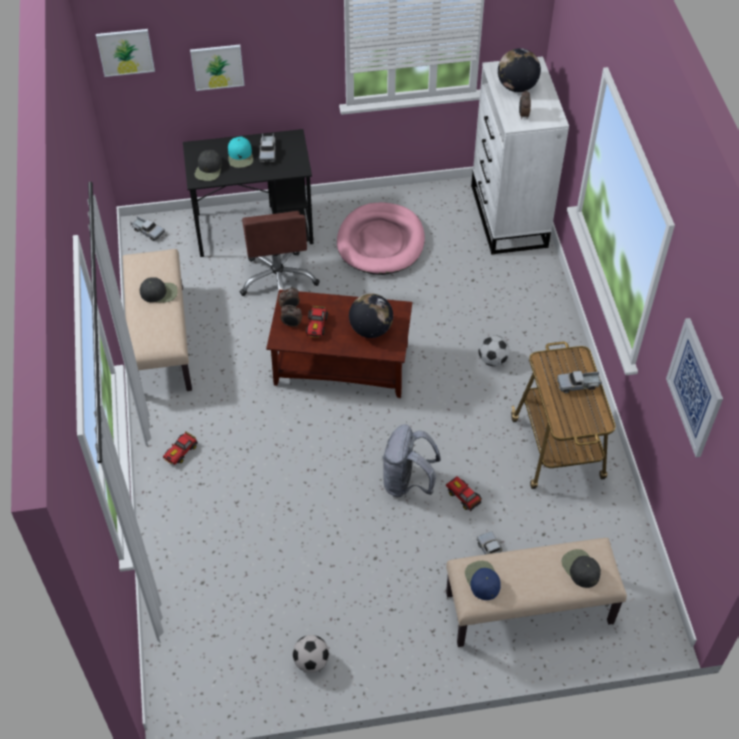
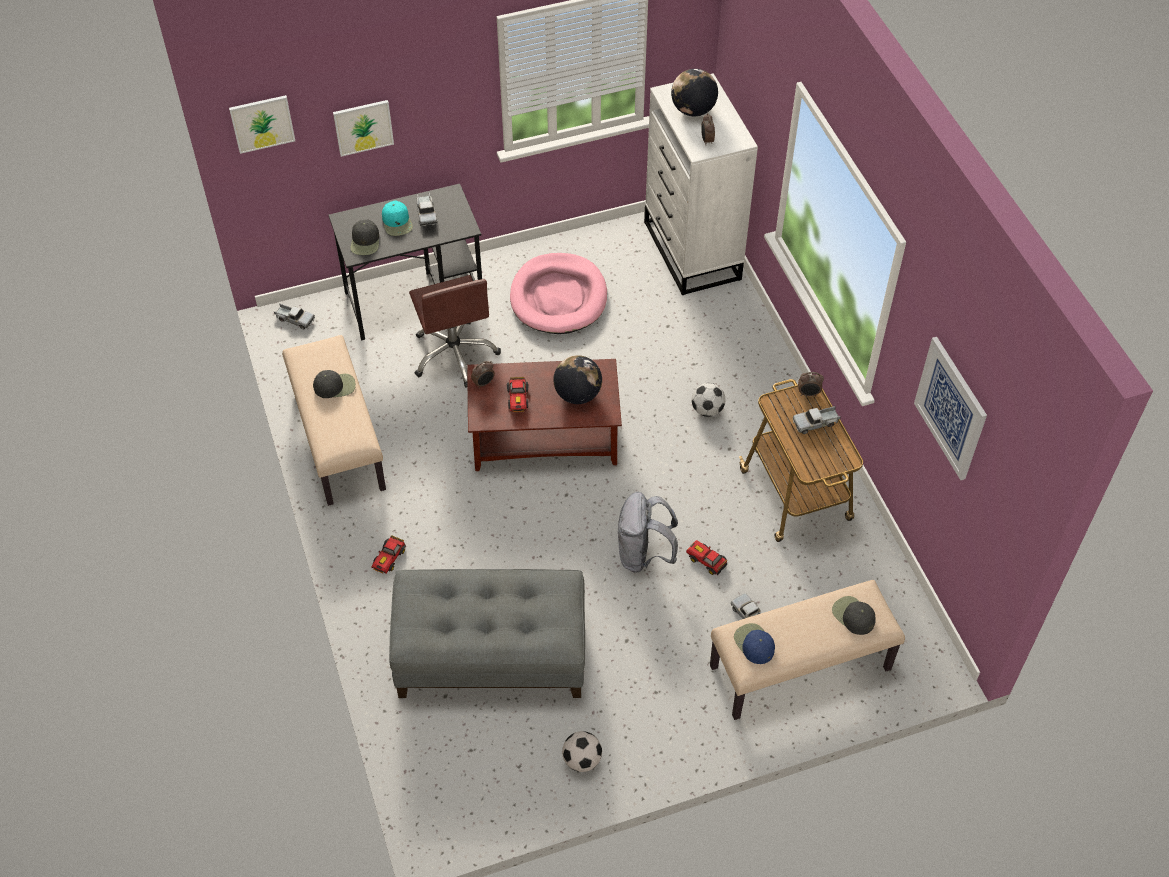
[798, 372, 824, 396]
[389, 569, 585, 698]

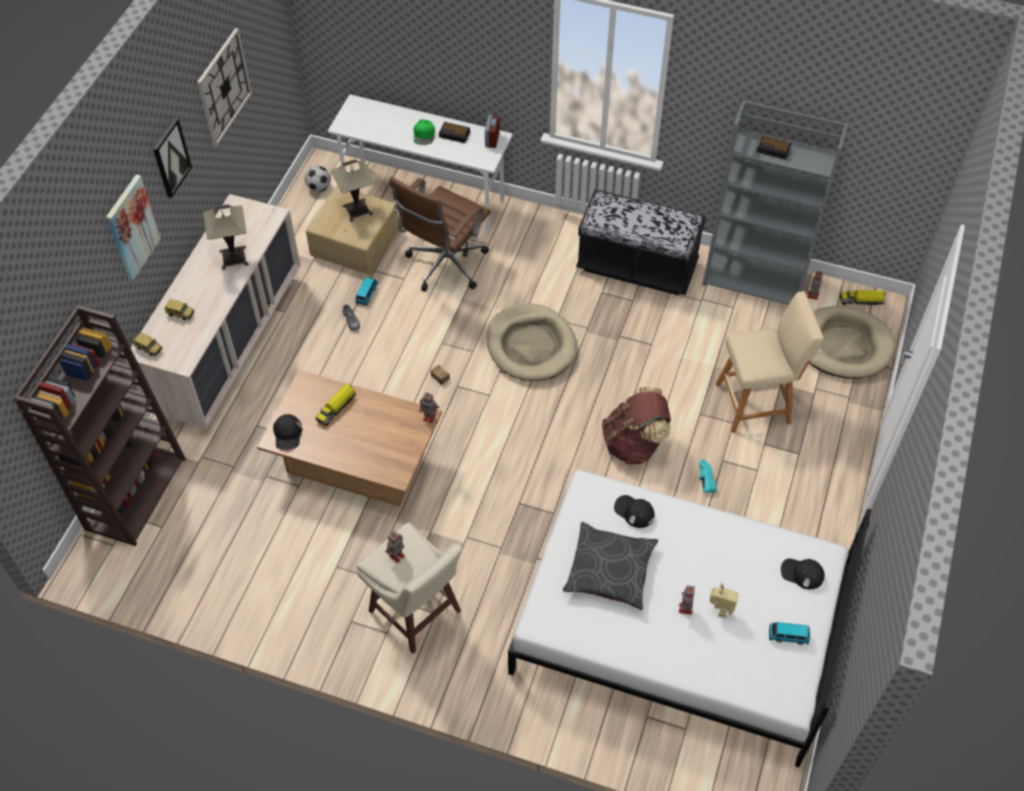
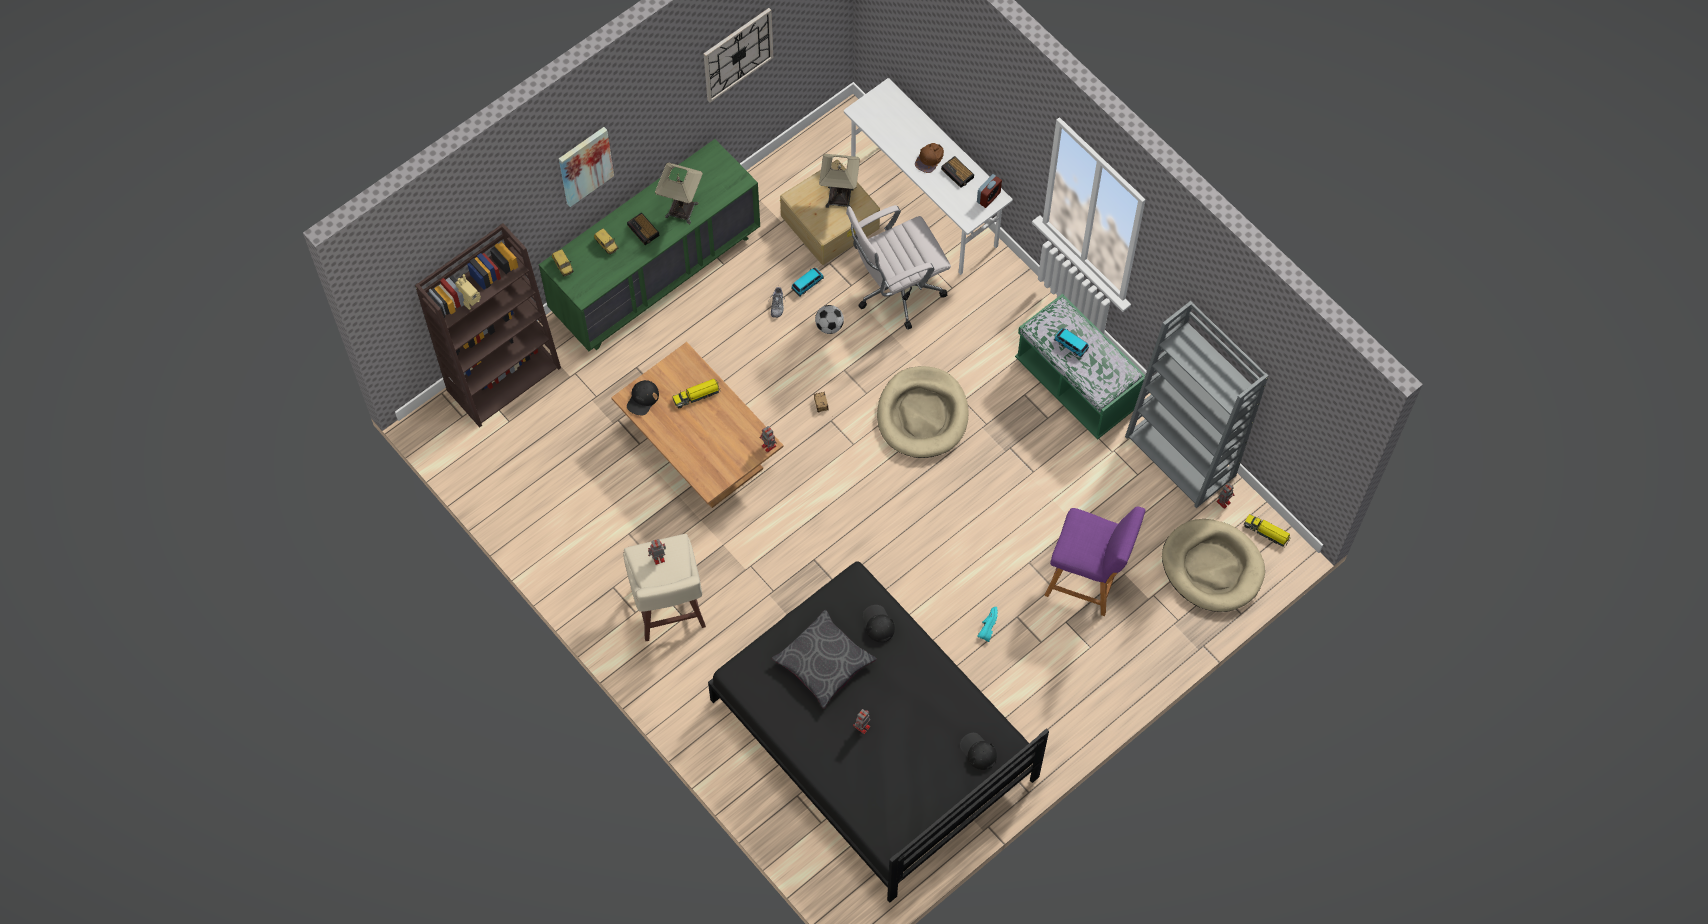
[539, 139, 760, 351]
[153, 118, 192, 198] (first image)
[815, 305, 844, 334]
[846, 205, 951, 330]
[915, 143, 944, 173]
[708, 562, 1049, 903]
[1015, 294, 1145, 440]
[602, 387, 671, 464] (first image)
[455, 274, 481, 310]
[1044, 506, 1146, 616]
[627, 213, 660, 245]
[1054, 328, 1089, 358]

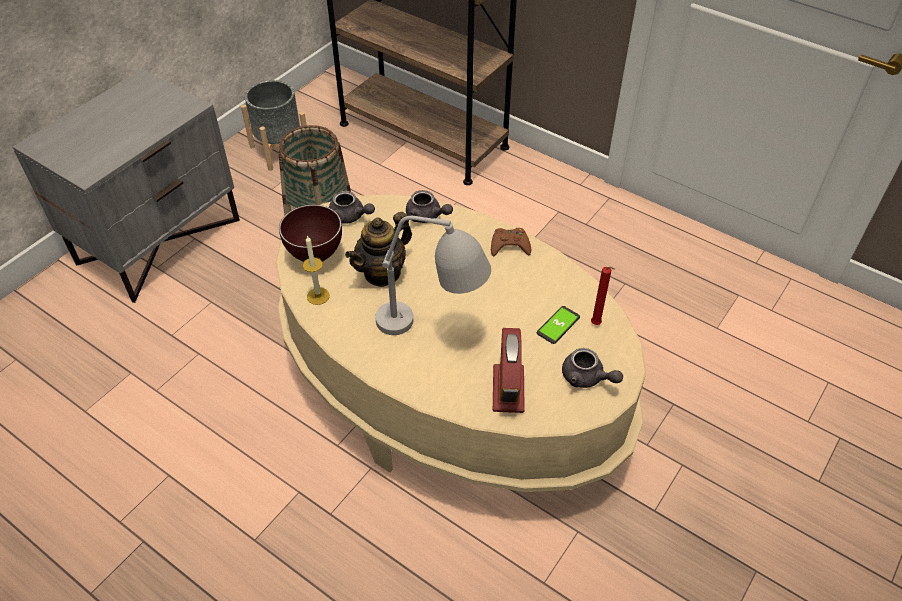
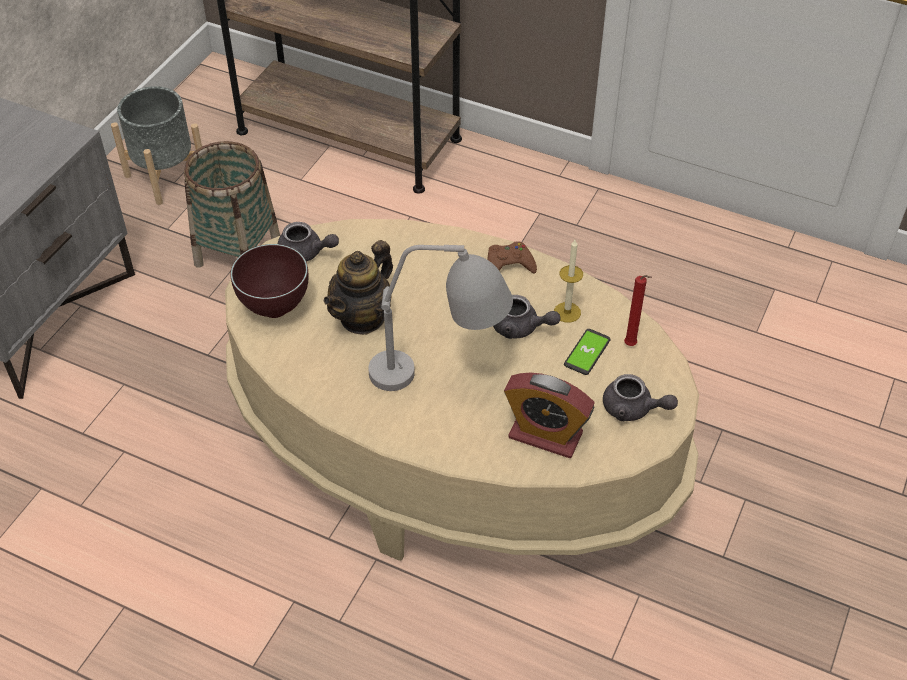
[554, 240, 583, 323]
[493, 295, 560, 339]
[504, 373, 595, 458]

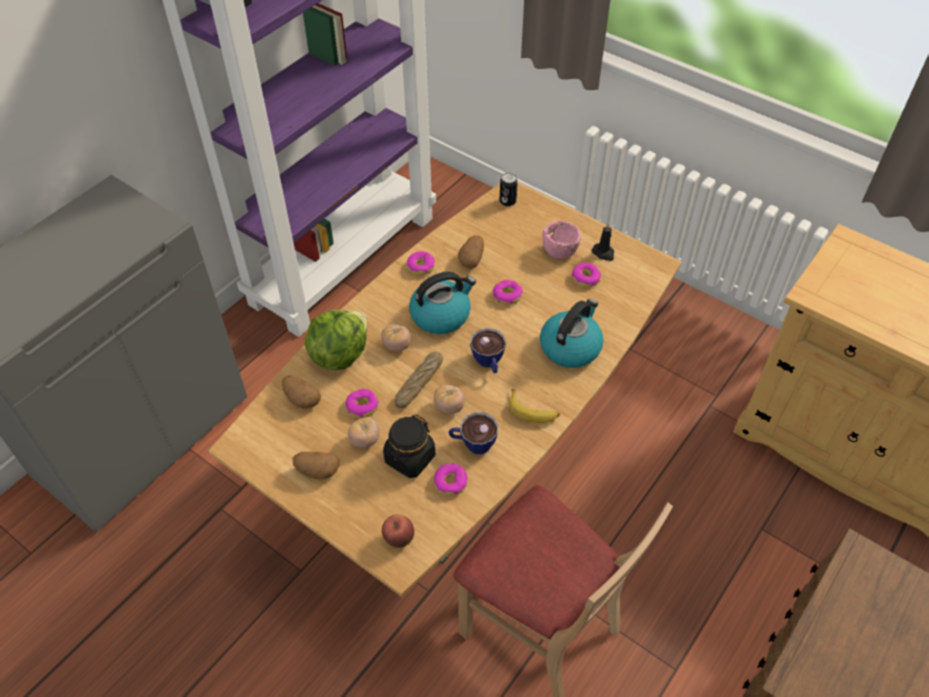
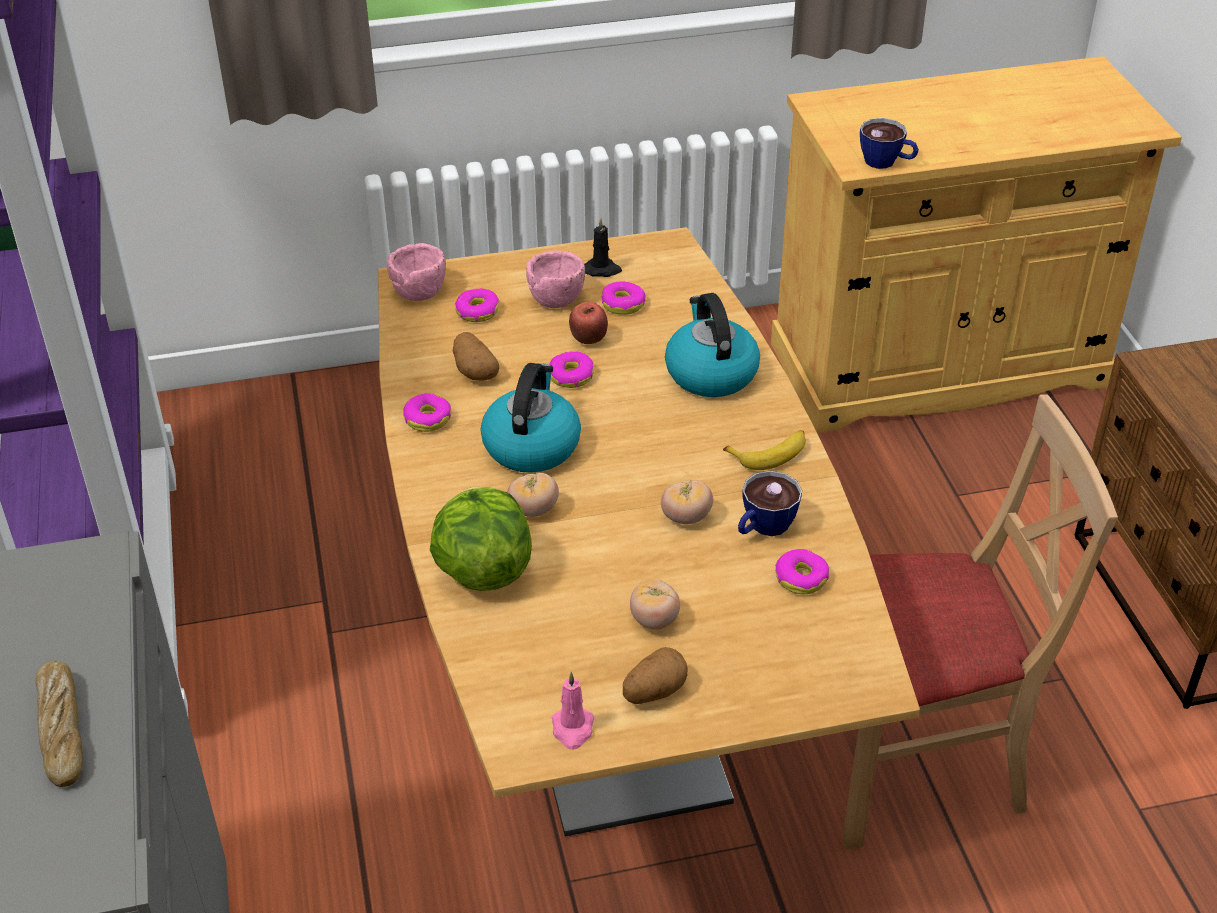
[282, 376, 321, 409] (first image)
[455, 289, 499, 322]
[569, 302, 608, 344]
[383, 415, 435, 478] (first image)
[35, 661, 82, 787]
[860, 118, 919, 169]
[387, 243, 446, 301]
[552, 672, 594, 750]

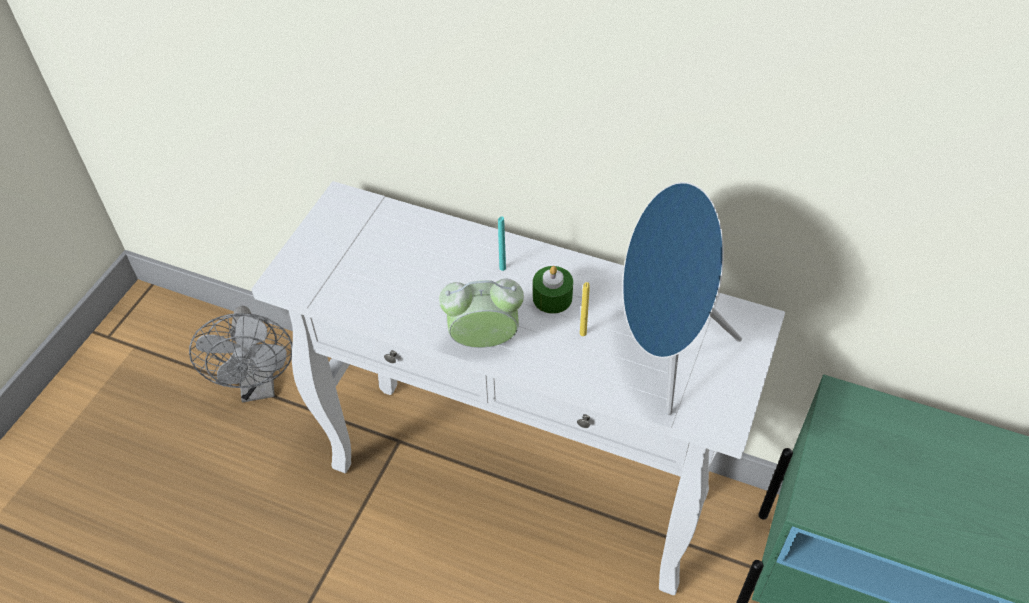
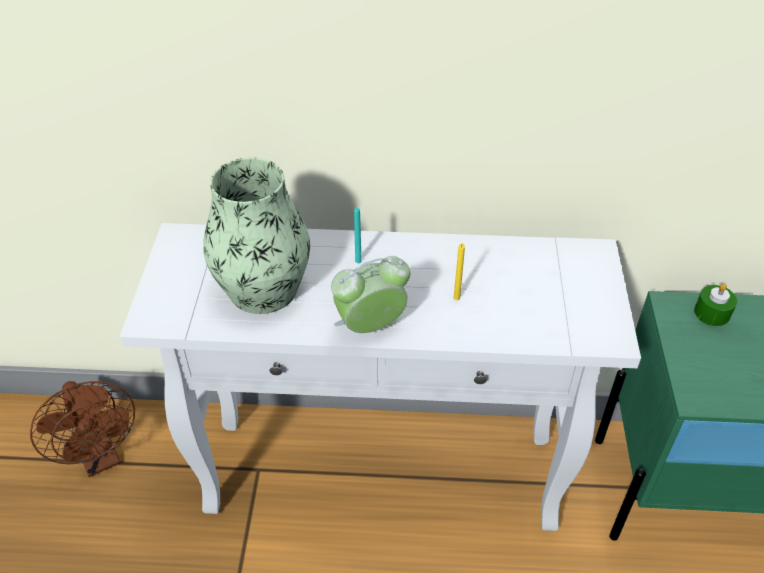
[30, 381, 135, 477]
[694, 283, 737, 326]
[623, 182, 742, 415] (first image)
[203, 157, 310, 314]

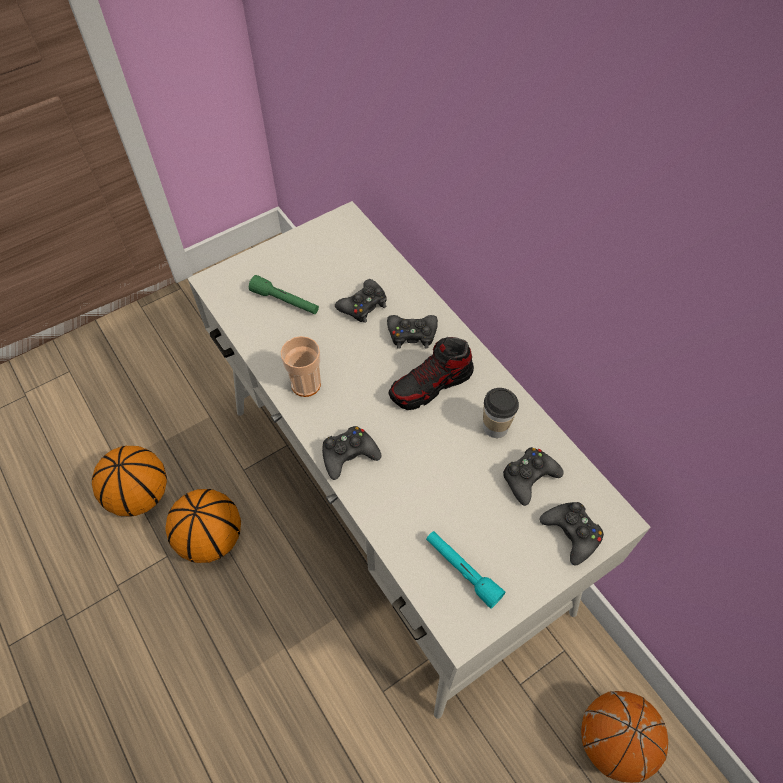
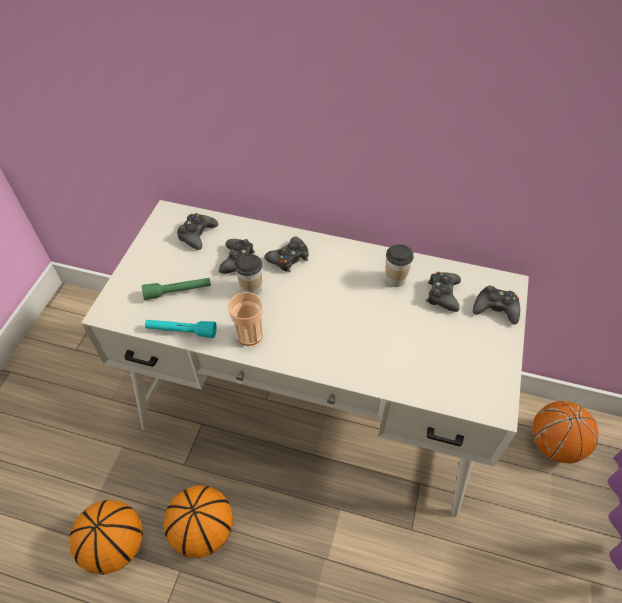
[177, 213, 218, 250]
[389, 337, 474, 410] (first image)
[145, 320, 217, 338]
[235, 254, 262, 295]

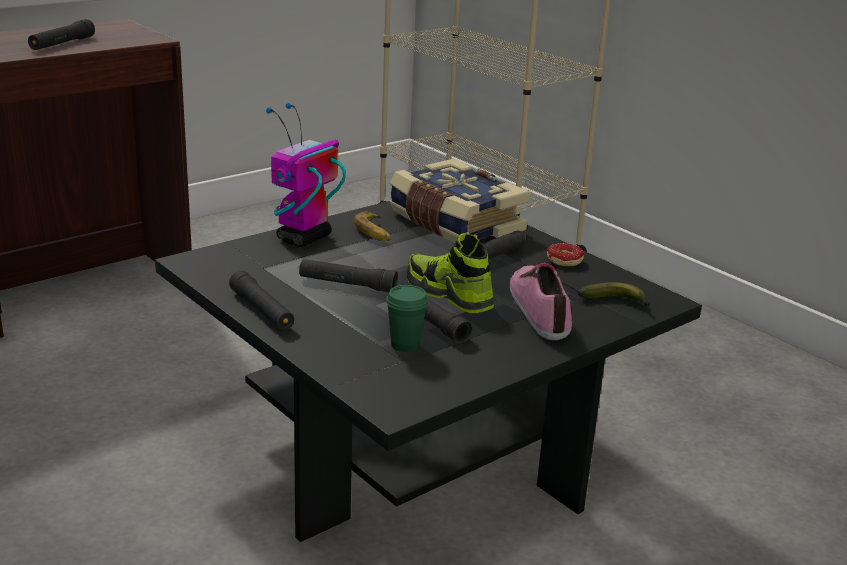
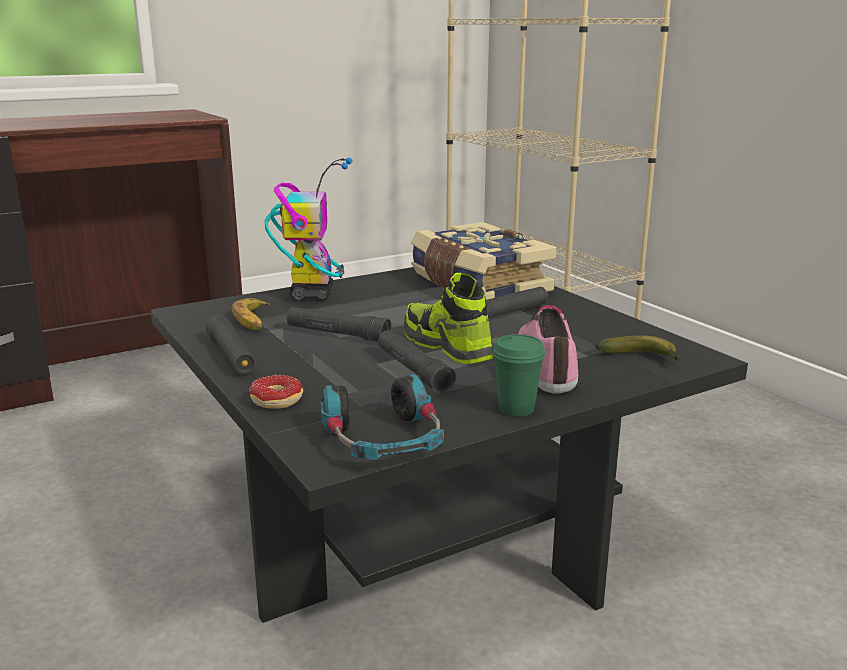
[28, 19, 95, 50] (first image)
[264, 158, 352, 302]
[232, 298, 270, 330]
[492, 334, 545, 417]
[249, 375, 303, 409]
[320, 374, 444, 460]

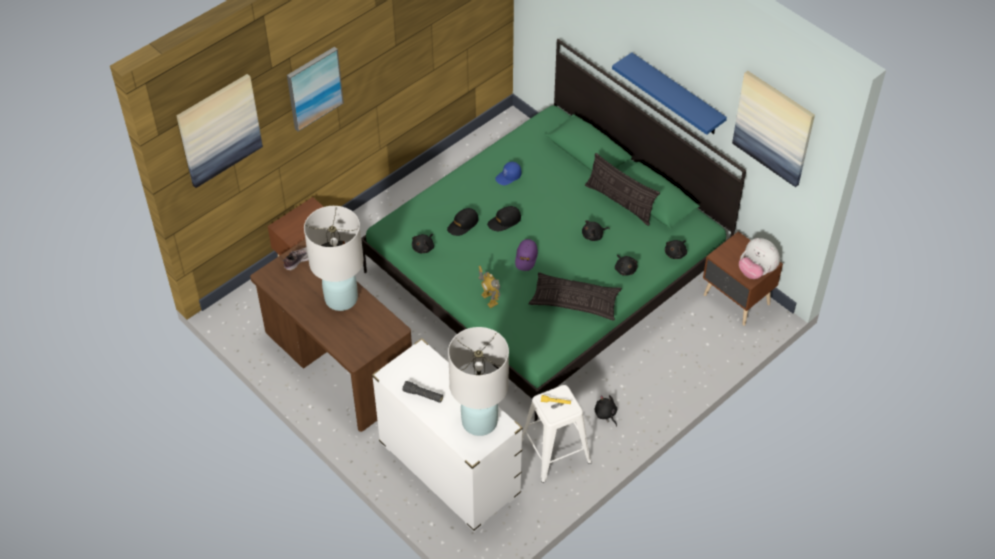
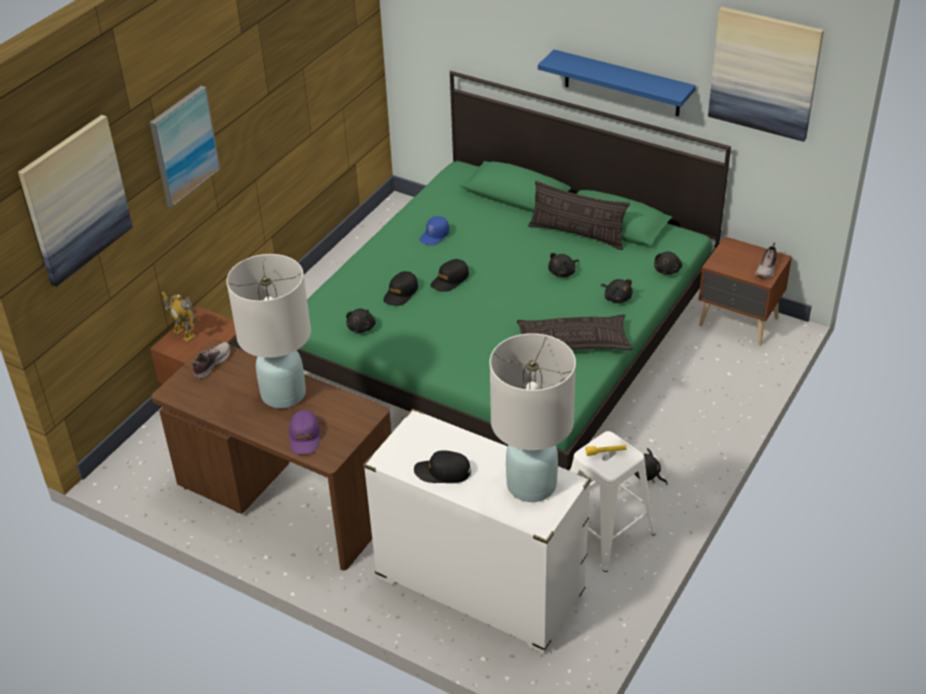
[414, 450, 471, 483]
[162, 291, 196, 342]
[289, 410, 320, 454]
[755, 243, 777, 279]

